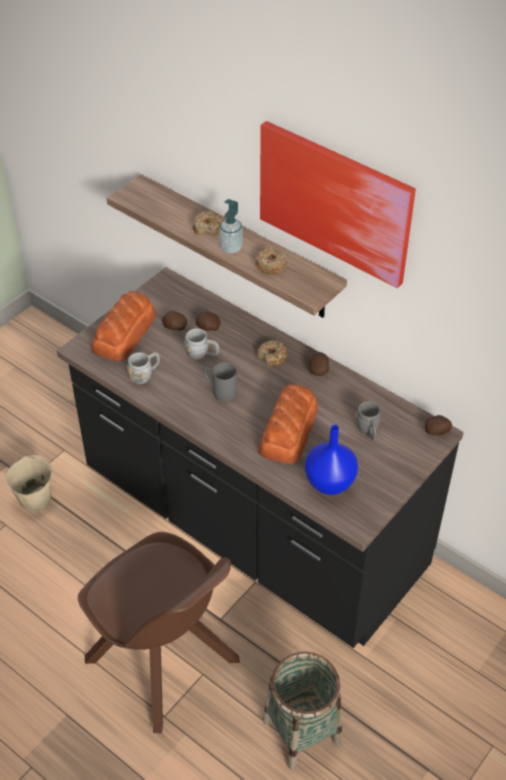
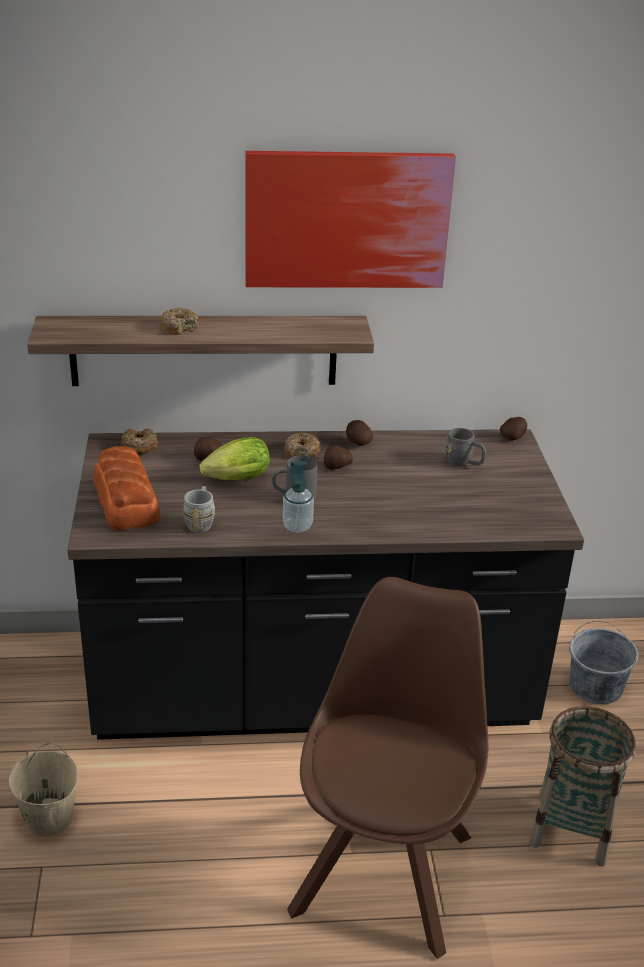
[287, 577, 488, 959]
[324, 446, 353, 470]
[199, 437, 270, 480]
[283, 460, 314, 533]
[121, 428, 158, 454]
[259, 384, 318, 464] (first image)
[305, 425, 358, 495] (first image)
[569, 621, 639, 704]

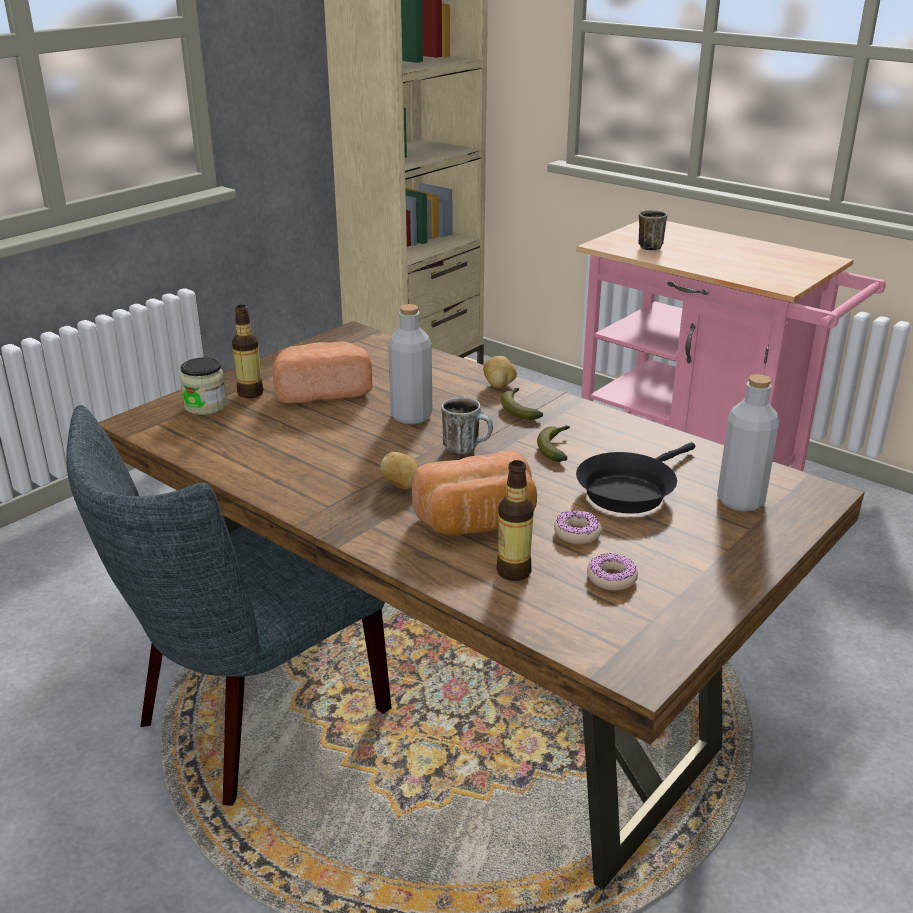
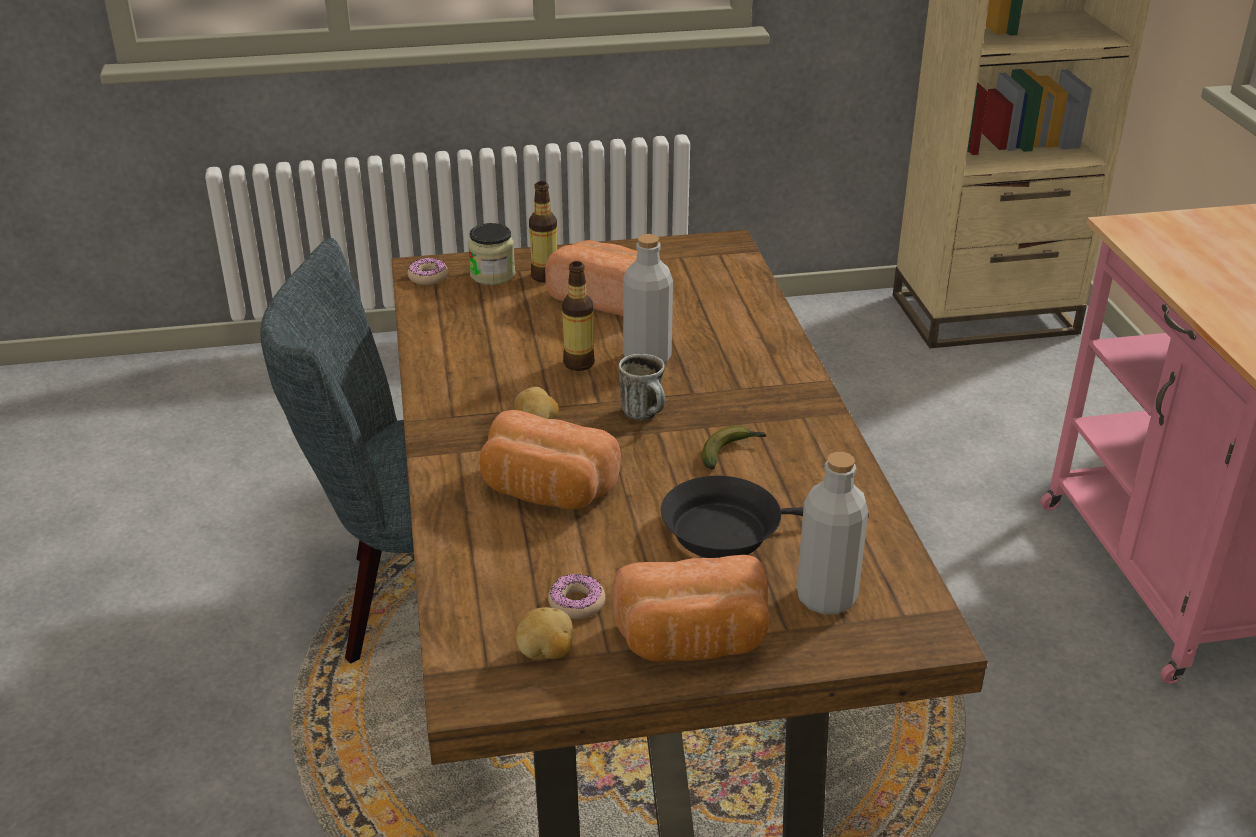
[516, 607, 573, 660]
[562, 261, 595, 371]
[501, 388, 543, 420] (first image)
[407, 258, 448, 285]
[638, 210, 667, 250] (first image)
[613, 555, 769, 662]

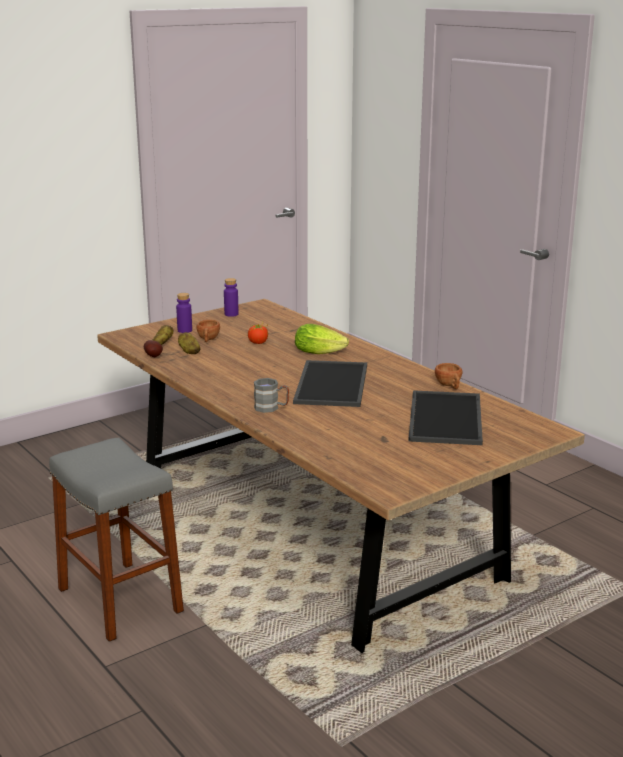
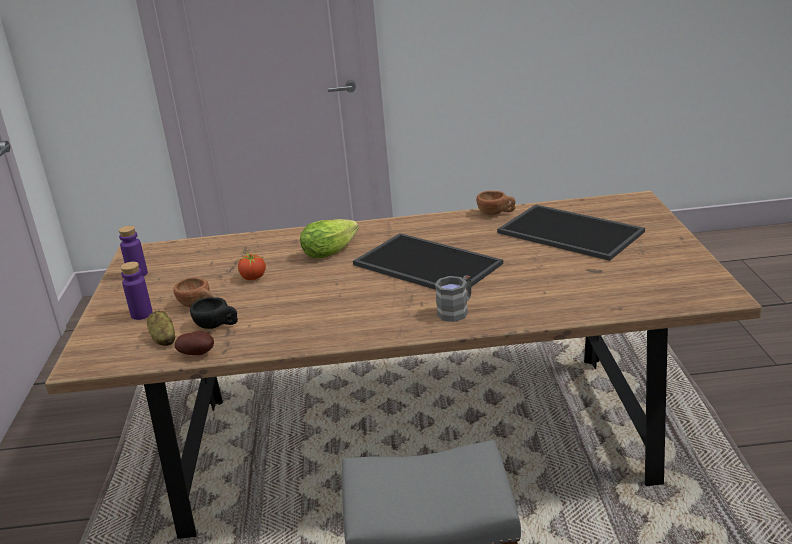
[190, 297, 238, 329]

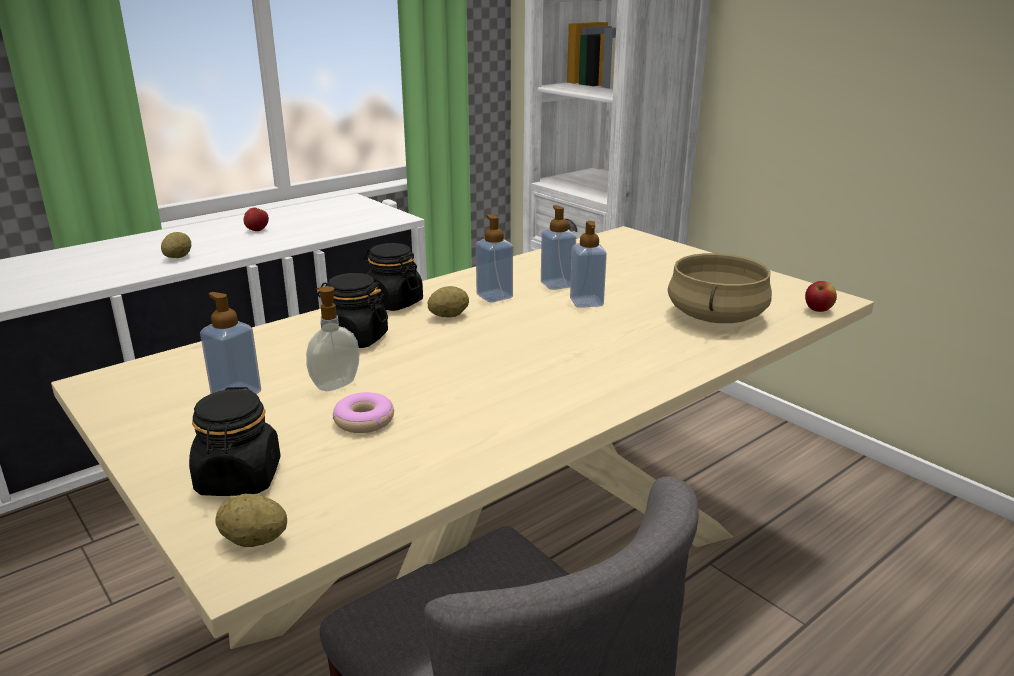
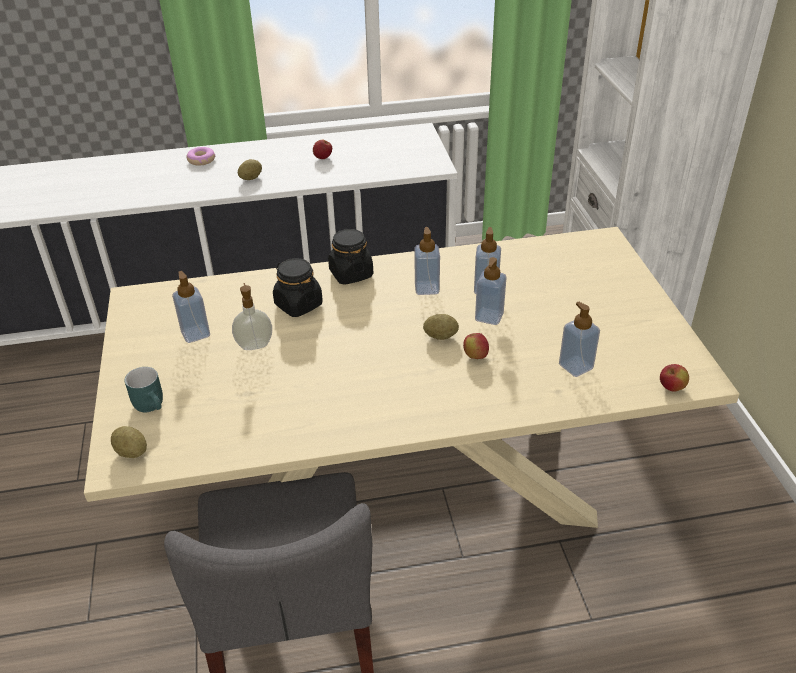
[125, 367, 163, 412]
[186, 147, 215, 166]
[423, 314, 459, 340]
[559, 302, 600, 377]
[463, 333, 489, 359]

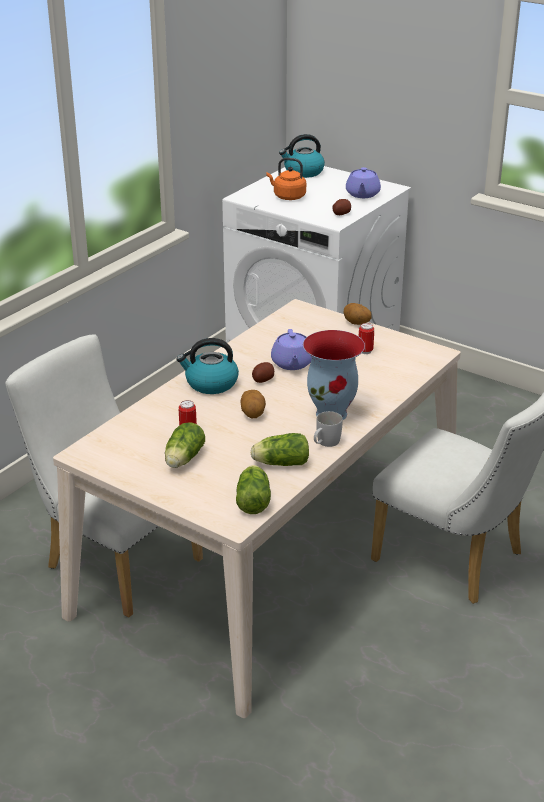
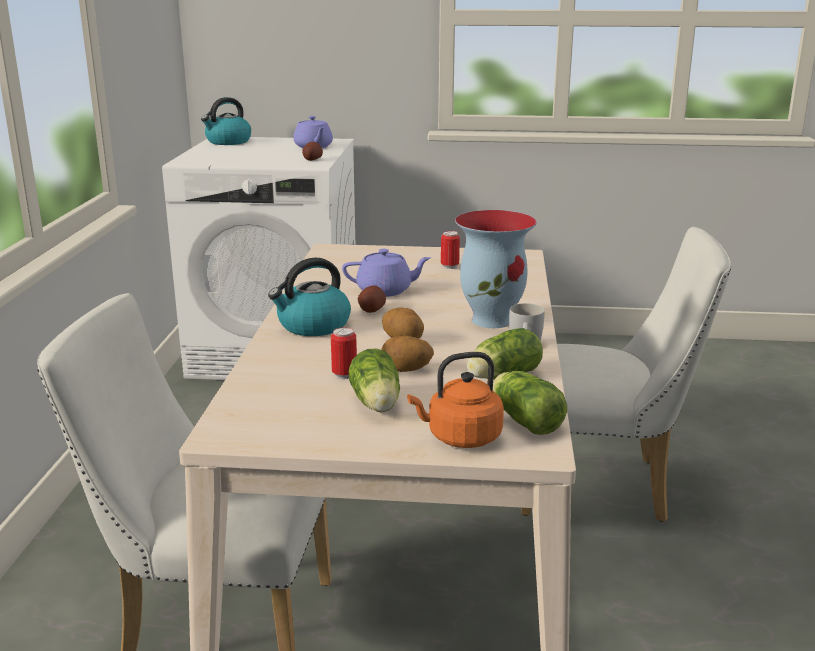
[407, 352, 504, 448]
[342, 249, 431, 297]
[381, 336, 434, 372]

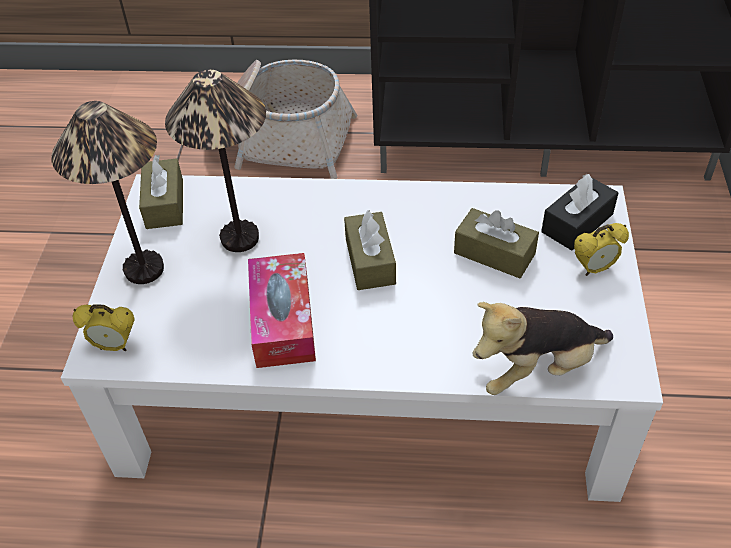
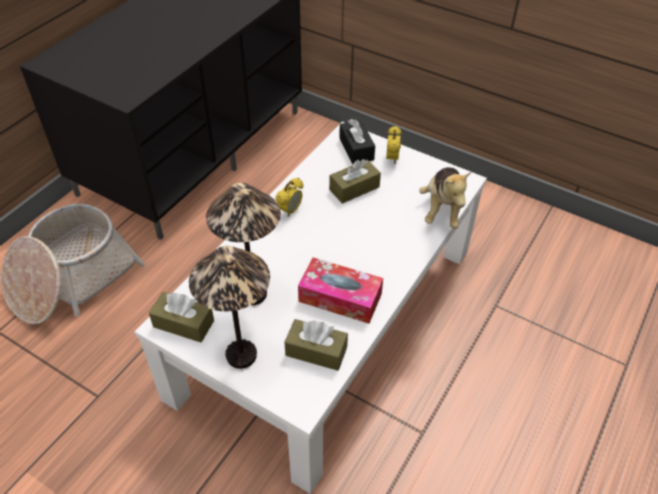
[275, 178, 303, 217]
[285, 319, 348, 371]

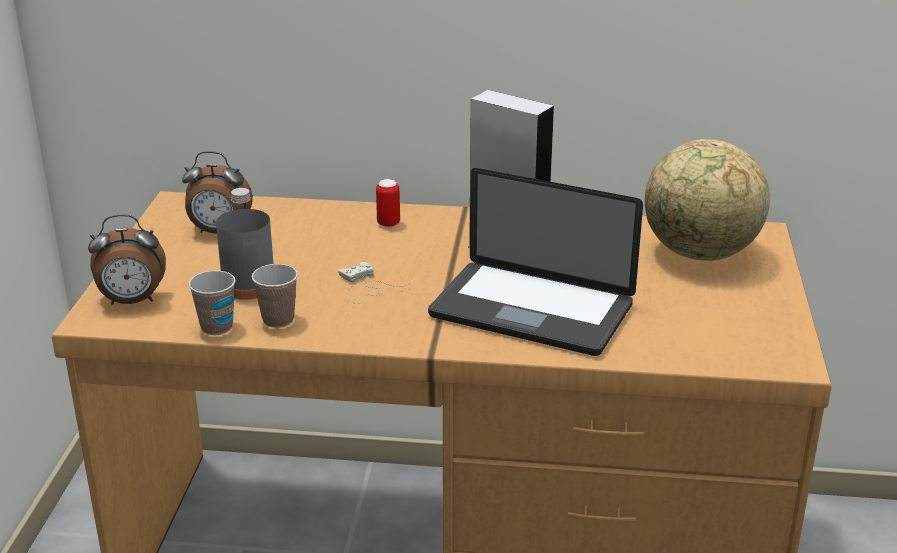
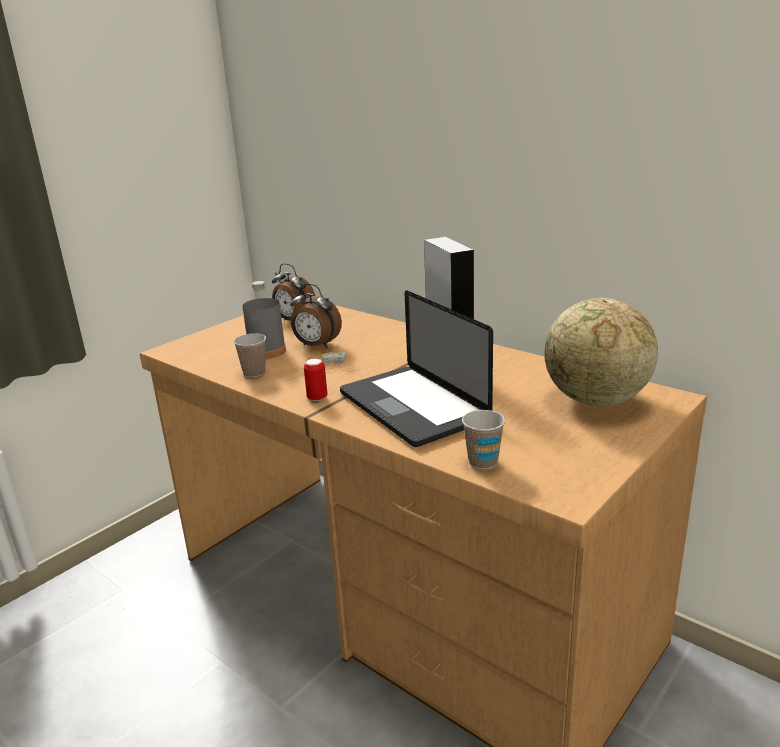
[290, 283, 342, 348]
[462, 410, 505, 469]
[304, 359, 327, 401]

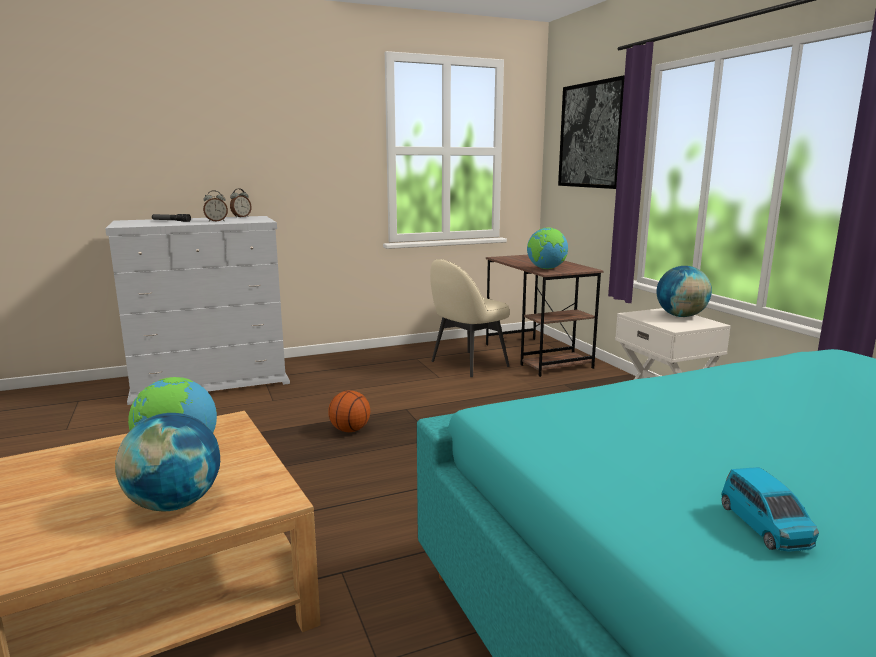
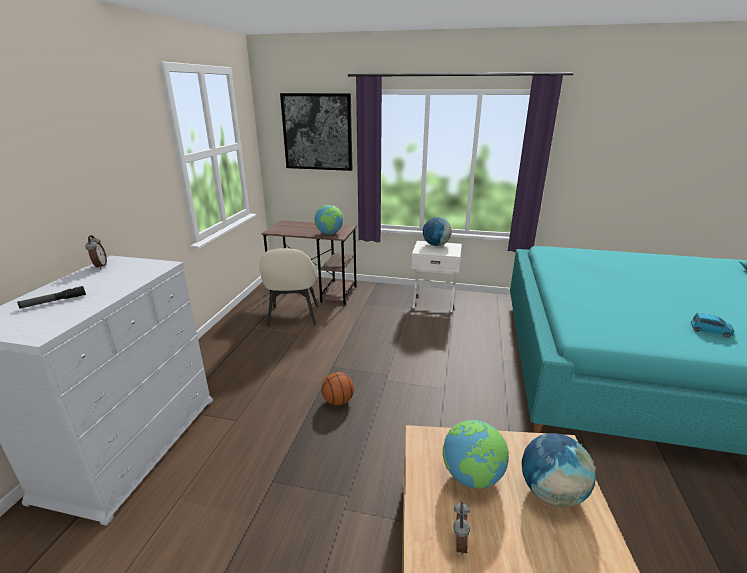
[453, 502, 470, 555]

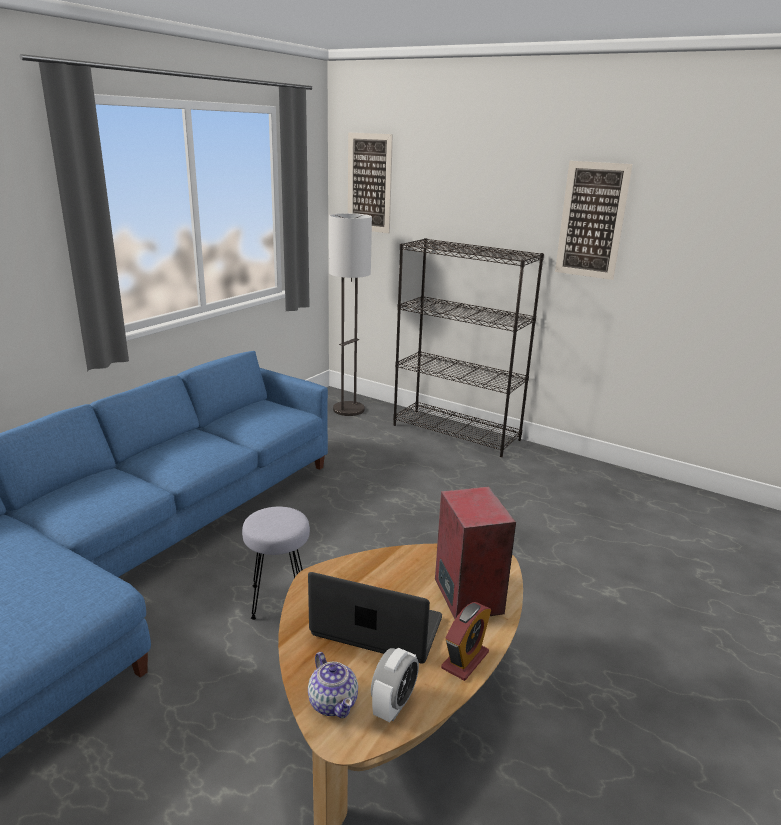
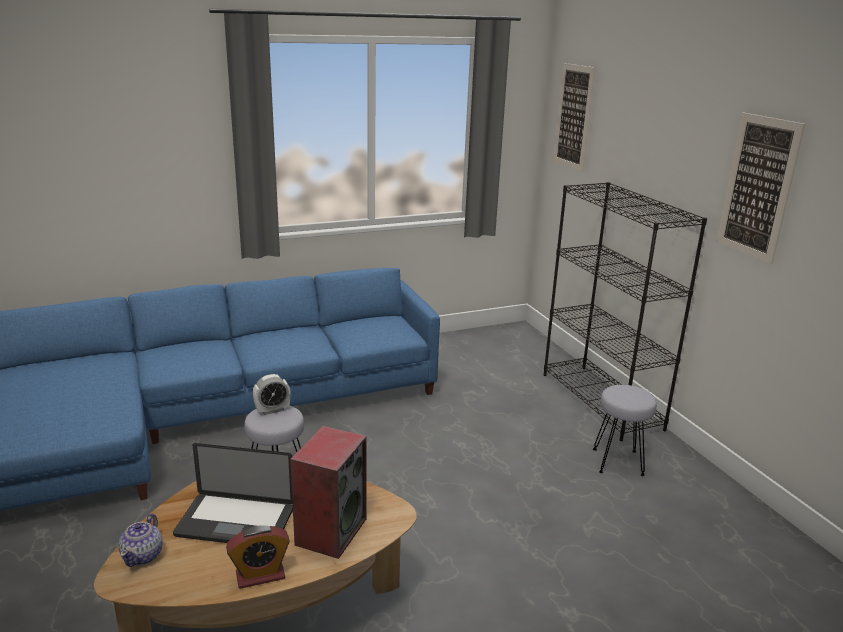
[173, 443, 293, 543]
[329, 213, 372, 416] (first image)
[253, 374, 290, 415]
[593, 385, 657, 476]

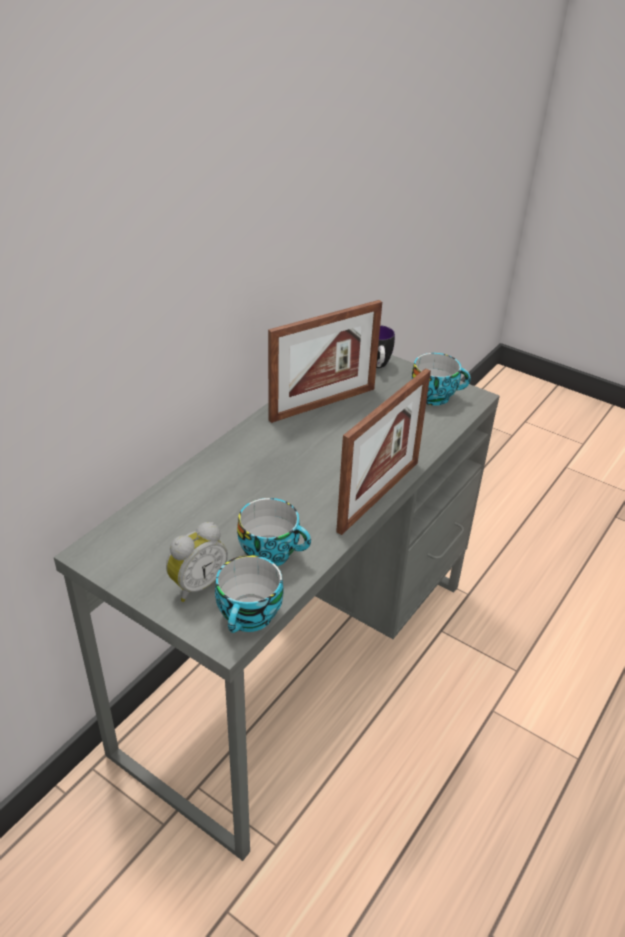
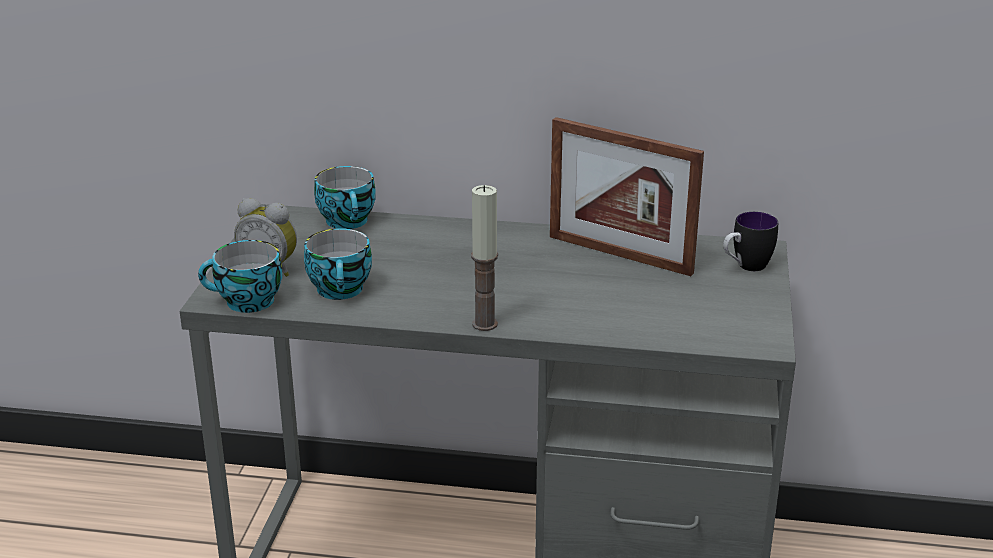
[471, 185, 498, 331]
[314, 166, 376, 229]

